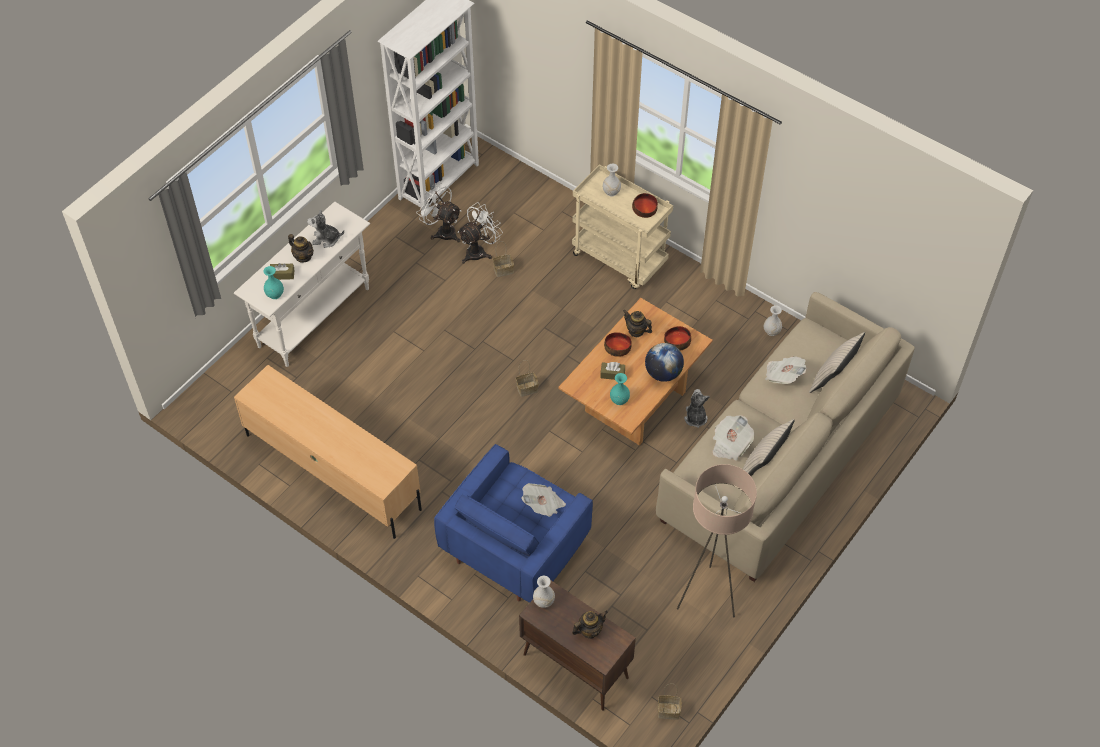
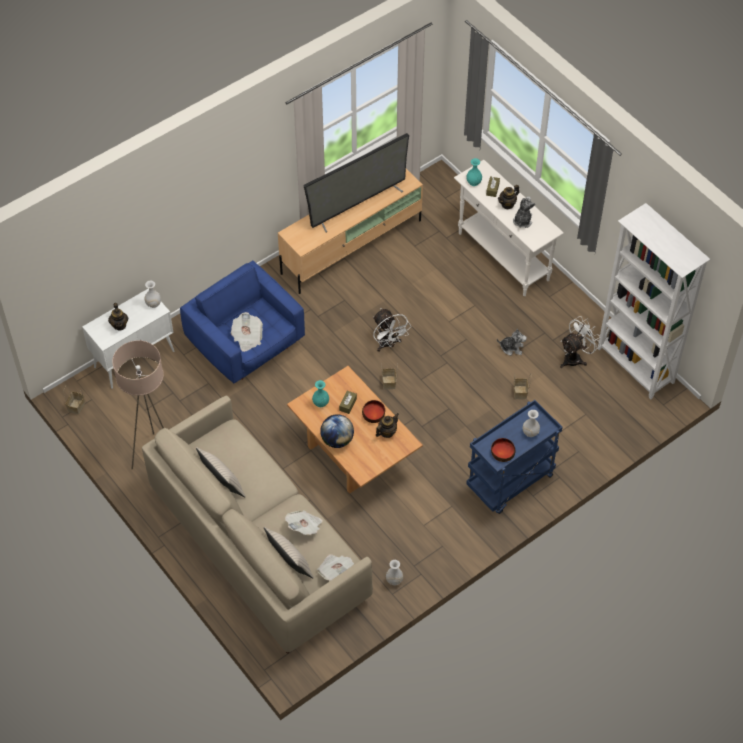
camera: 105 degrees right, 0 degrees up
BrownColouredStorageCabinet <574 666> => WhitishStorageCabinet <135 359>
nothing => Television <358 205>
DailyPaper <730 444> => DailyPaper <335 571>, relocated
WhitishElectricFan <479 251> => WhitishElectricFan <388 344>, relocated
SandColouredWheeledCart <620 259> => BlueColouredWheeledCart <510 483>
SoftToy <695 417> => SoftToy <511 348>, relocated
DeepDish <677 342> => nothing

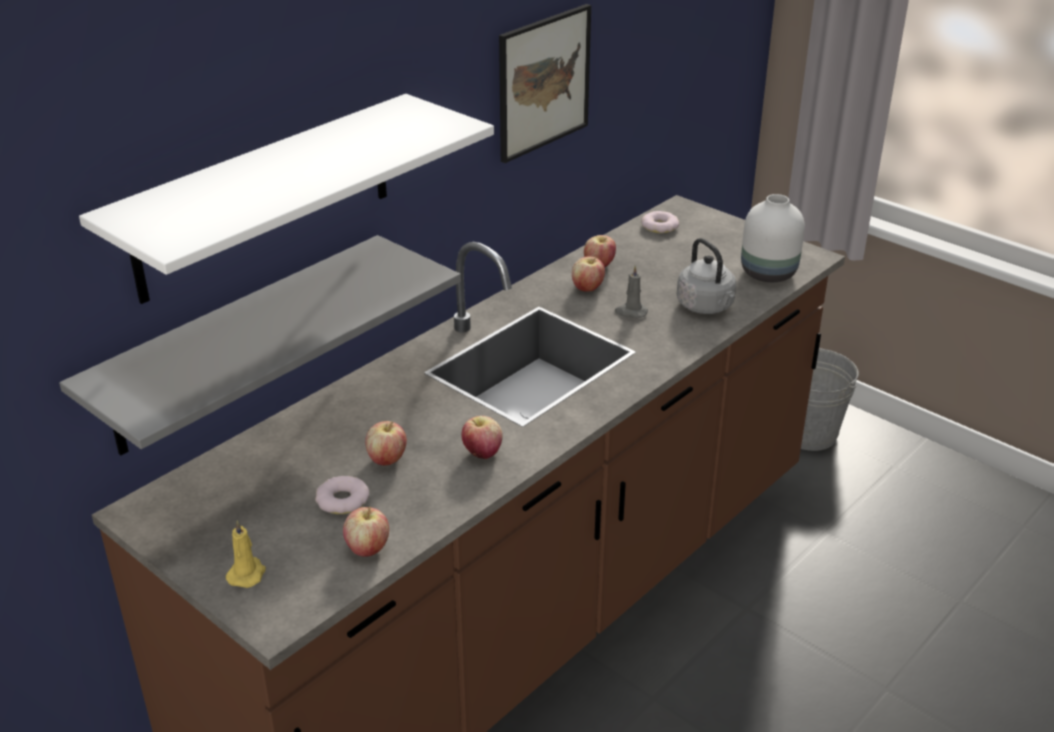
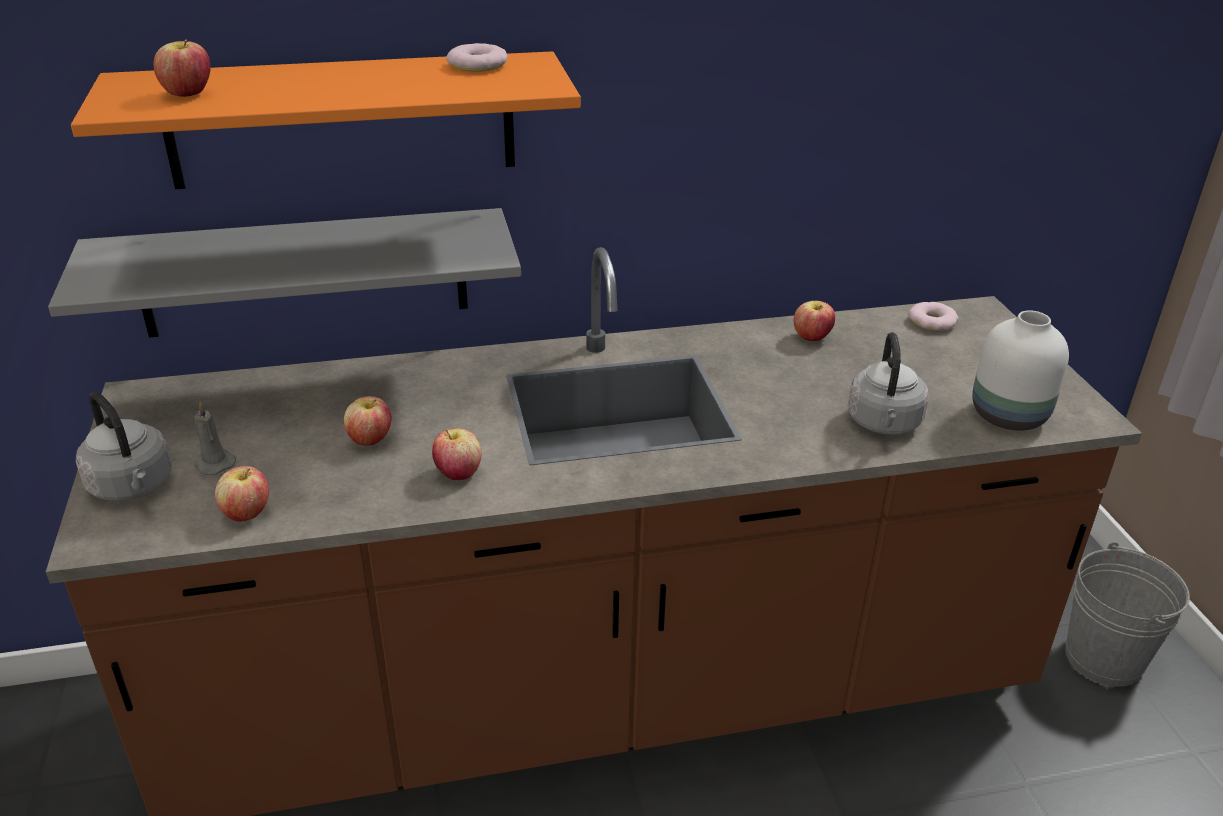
camera: 35 degrees right, 0 degrees up
WhitishShelf <265 197> => OrangeyShelf <342 120>
YellowColouredWaxLight <247 573> => GreyKettle <133 486>
AppleFruit <587 288> => AppleFruit <188 94>, relocated
GreyWaxLight <630 312> => GreyWaxLight <213 463>, relocated
Donut <342 500> => Donut <477 65>, relocated
WallArt <543 82> => nothing

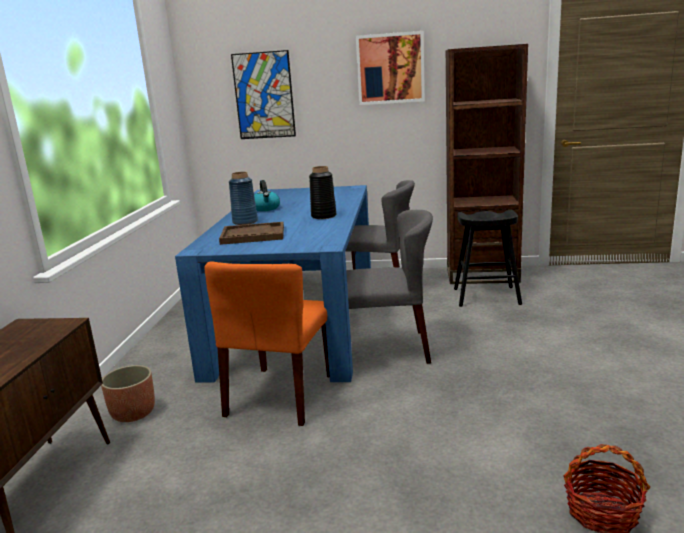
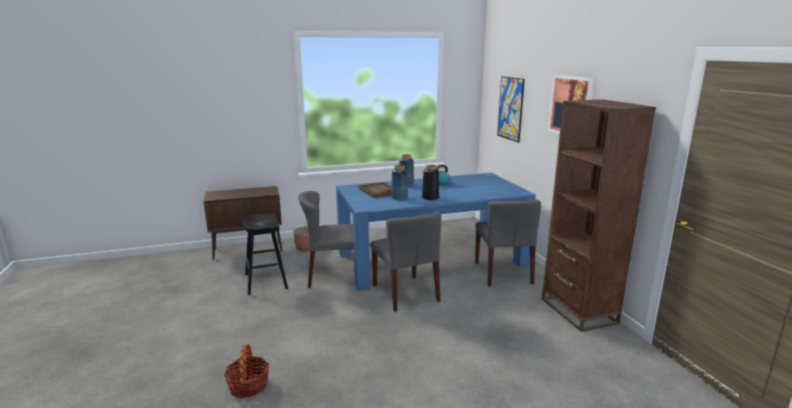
camera: 65 degrees right, 0 degrees up
BlackishStool <486 296> => BlackishStool <266 281>, relocated
OrangeyPlainChair <281 395> => GreyPlainChair <334 275>
nothing => BlueColouredVase <399 197>

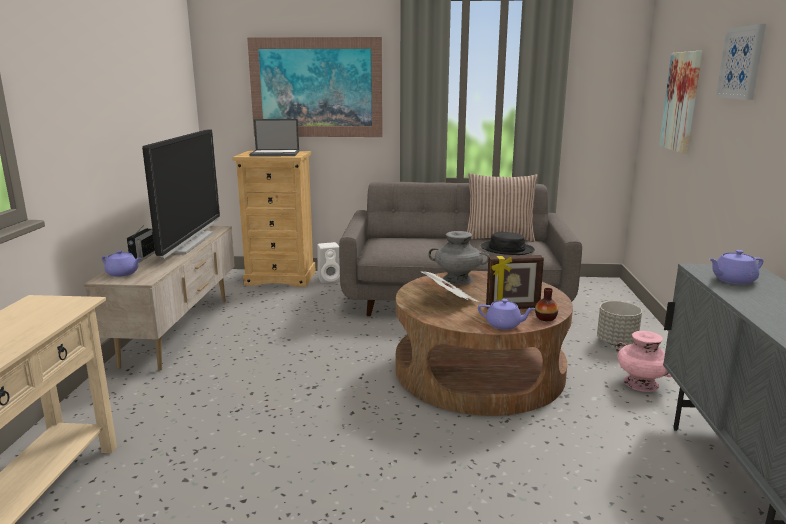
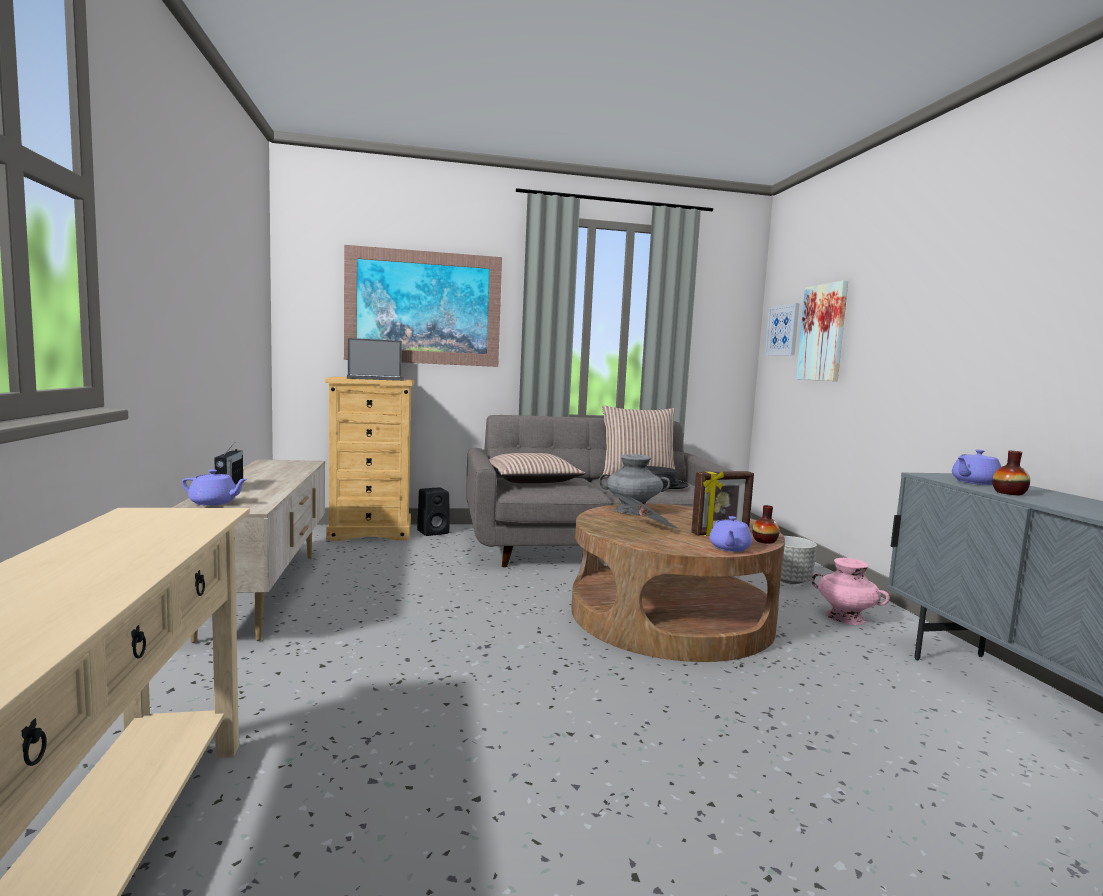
camera: 15 degrees left, 10 degrees down
WhitishSpeaker <330 279> => BlackishSpeaker <434 532>
nothing => Pillow <531 480>
PurplishTeaPot <504 325> => PurplishTeaPot <729 548>, 105 degrees clockwise
WallArt <741 63> => WallArt <783 330>, relocated
nothing => Vase <1009 493>
Television <188 242> => nothing

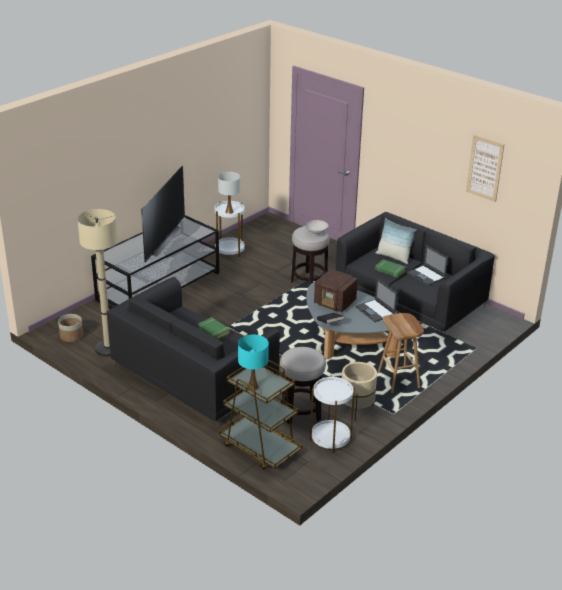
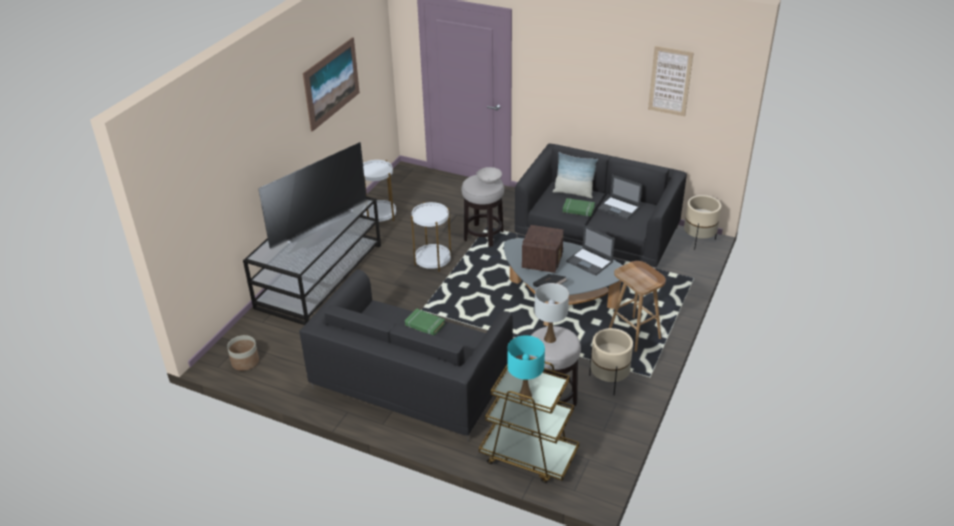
camera: 15 degrees left, 5 degrees up
Television <161 240> => Television <317 223>, 45 degrees clockwise
nothing => WallArt <331 83>
WhitishEndTable <330 439> => WhitishEndTable <433 261>, relocated
RadioSet <335 303> => RadioSet <542 261>, 90 degrees counterclockwise
WhitishLampForATable <229 212> => WhitishLampForATable <550 339>, relocated
nothing => SandColouredPlanter <698 240>
SandColouredStandardLamp <108 349> => nothing

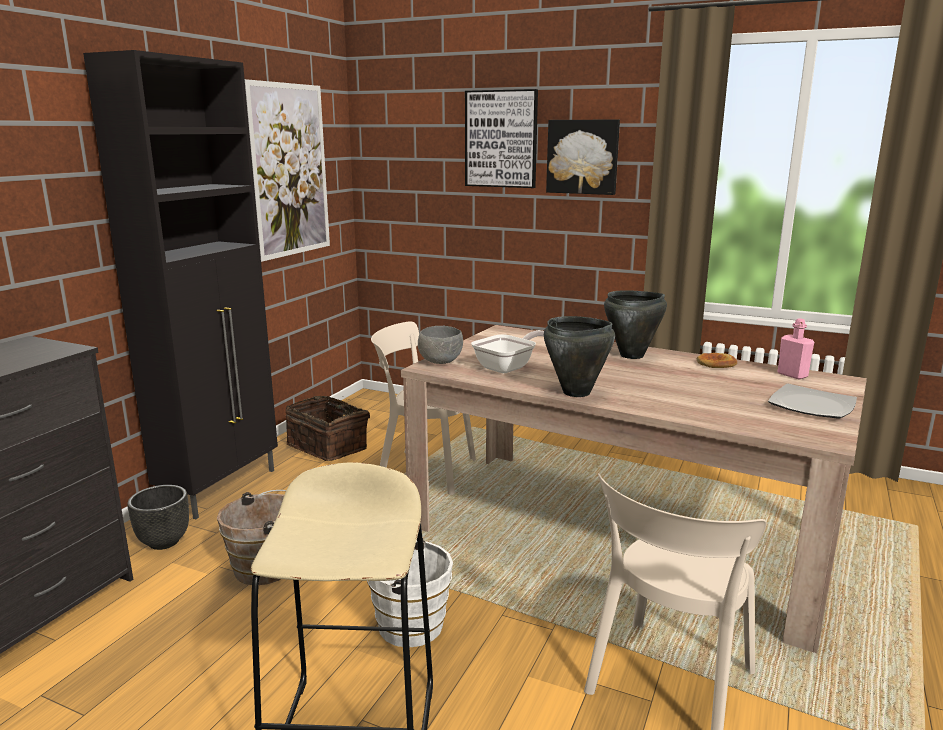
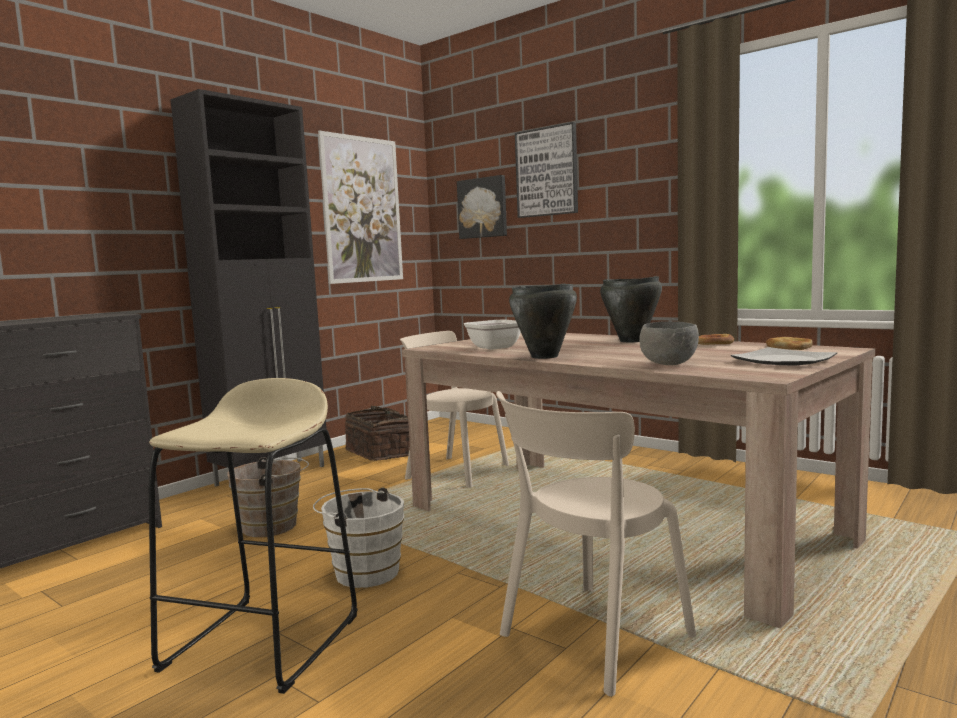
camera: 15 degrees right, 10 degrees down
WallArt <583 157> => WallArt <483 208>, relocated
GreyDeepDish <441 362> => GreyDeepDish <670 364>, relocated
PinkColouredDrinkBottle <792 375> => BakeryBread <789 347>
BlackishPlanter <164 542> => nothing

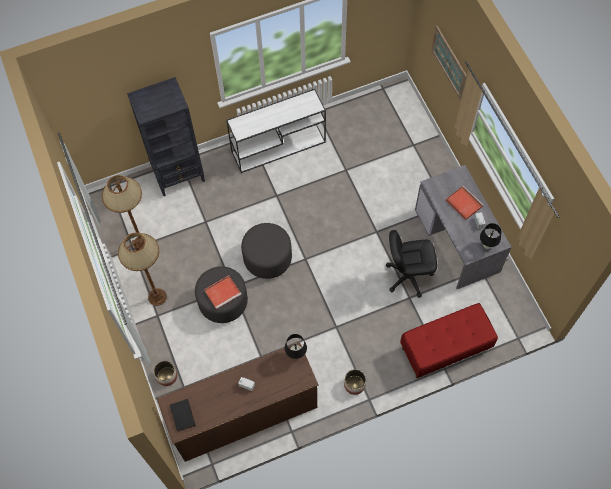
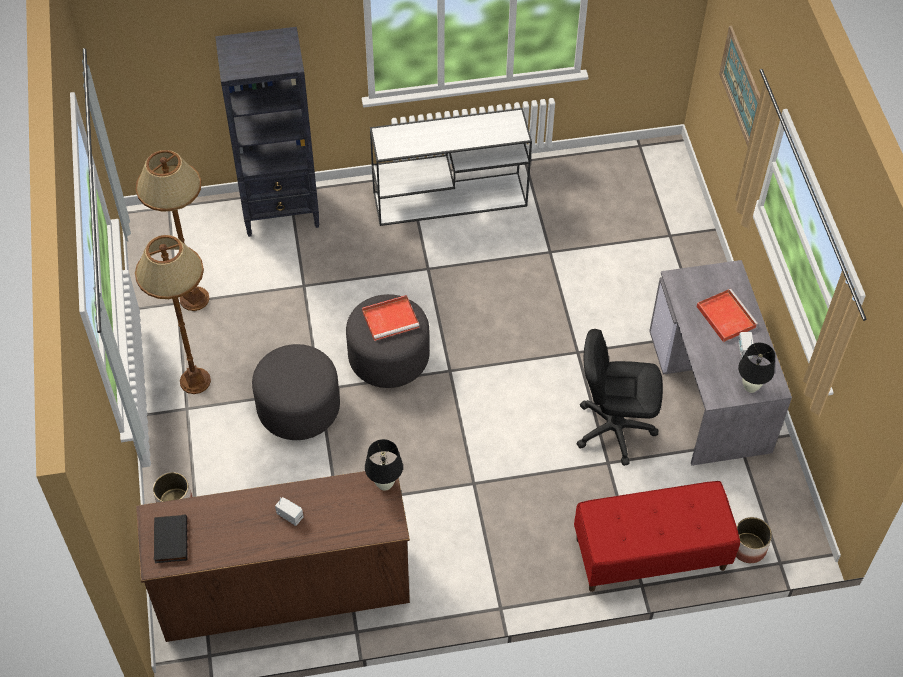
camera: 10 degrees right, 10 degrees down
RedColouredCarryingTray <223 292> => RedColouredCarryingTray <391 319>, relocated
Planter <354 385> => Planter <748 548>, relocated

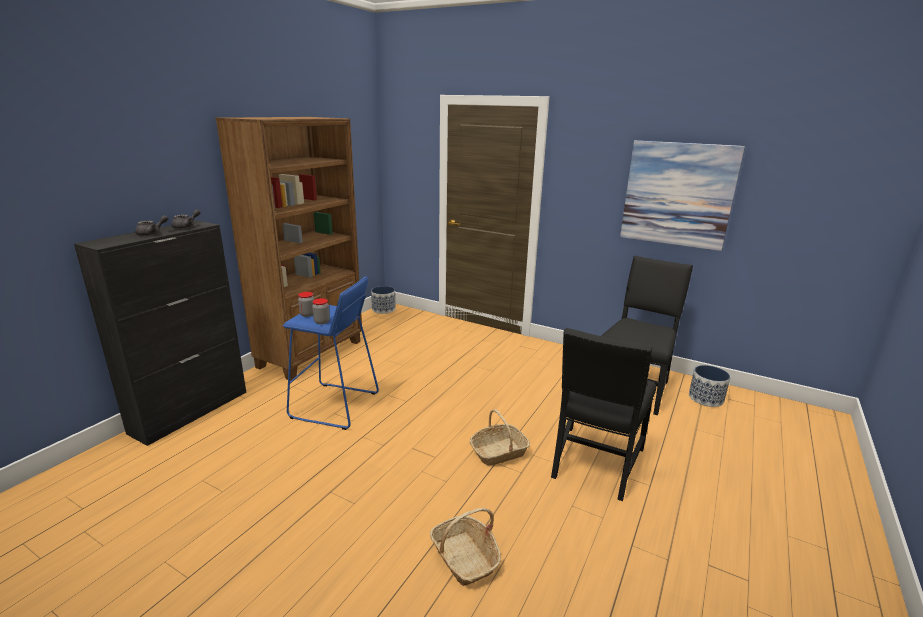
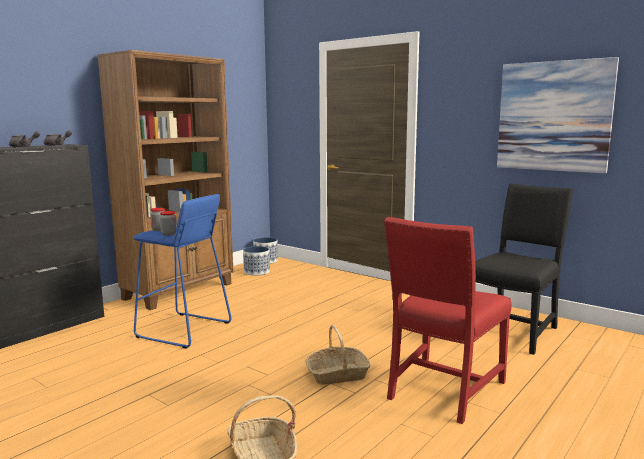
camera: 10 degrees right, 10 degrees down
Planter <706 398> => Planter <257 272>, relocated
BlackishPlainChair <595 463> => RedColouredPlainChair <442 390>

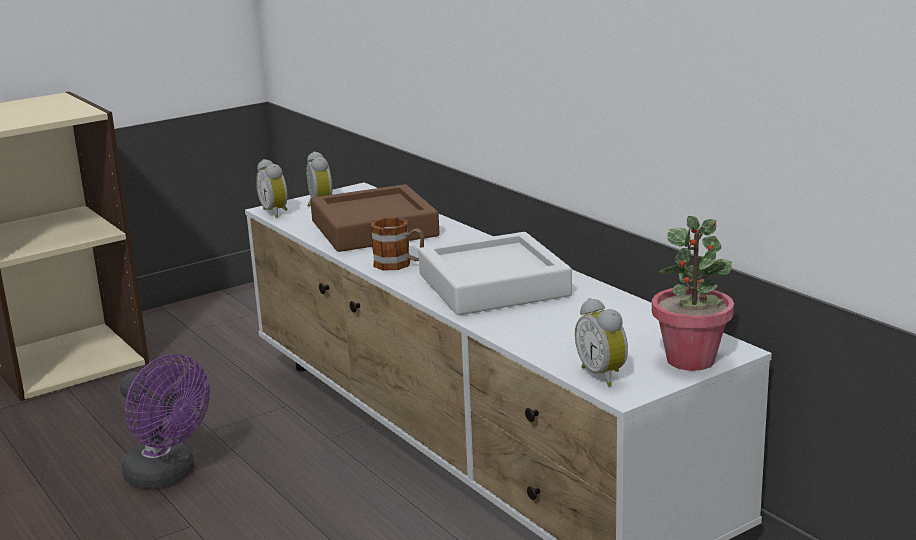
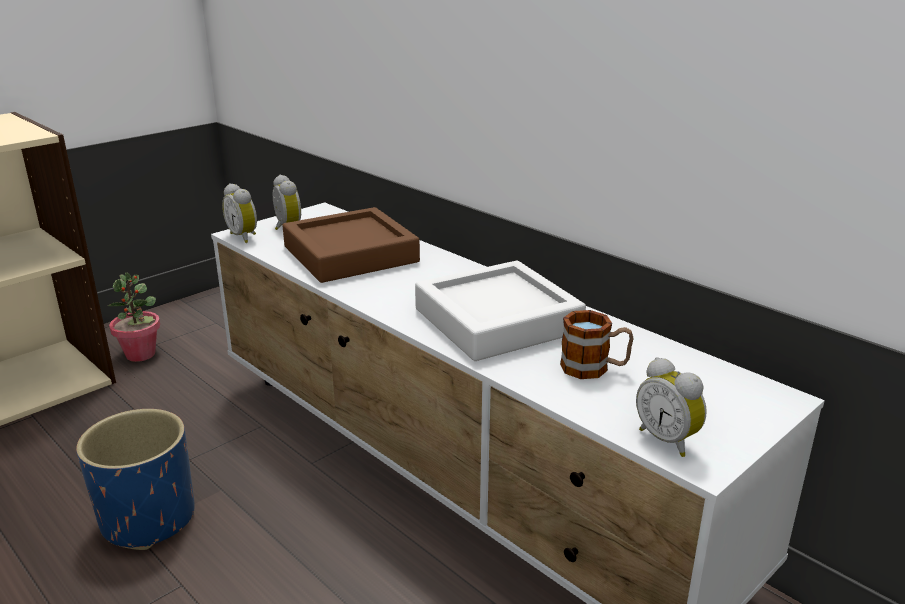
camera: 10 degrees left, 5 degrees up
PurplishElectricFan <167 475> => BlueColouredPlanter <148 519>
PlantInAPot <691 360> => PlantInAPot <141 354>, relocated
CoffeeMug <399 264> => CoffeeMug <594 368>, relocated

